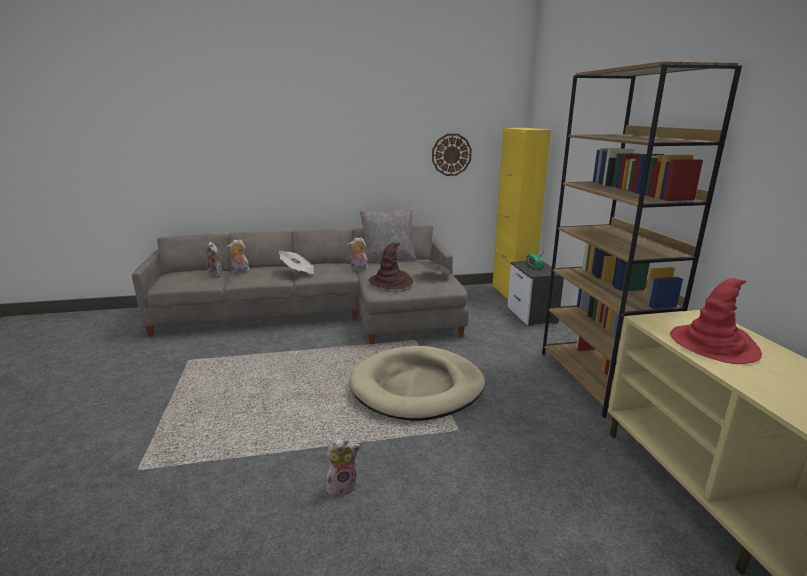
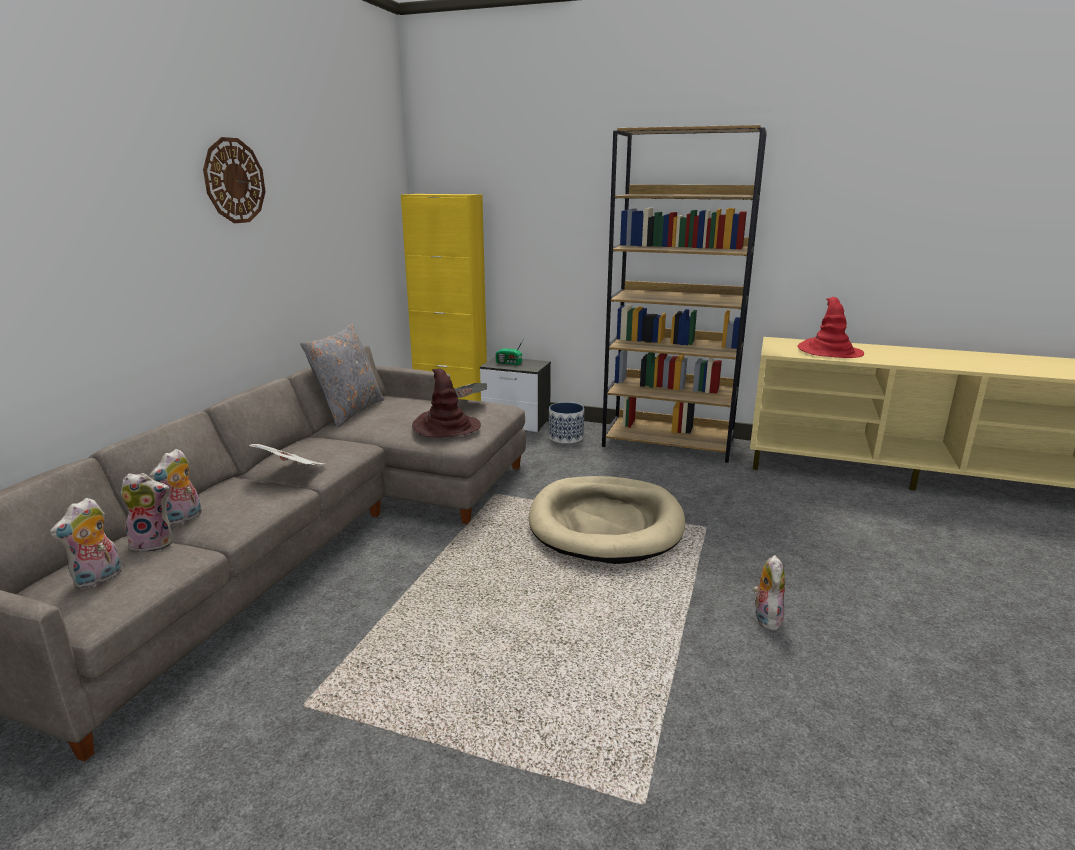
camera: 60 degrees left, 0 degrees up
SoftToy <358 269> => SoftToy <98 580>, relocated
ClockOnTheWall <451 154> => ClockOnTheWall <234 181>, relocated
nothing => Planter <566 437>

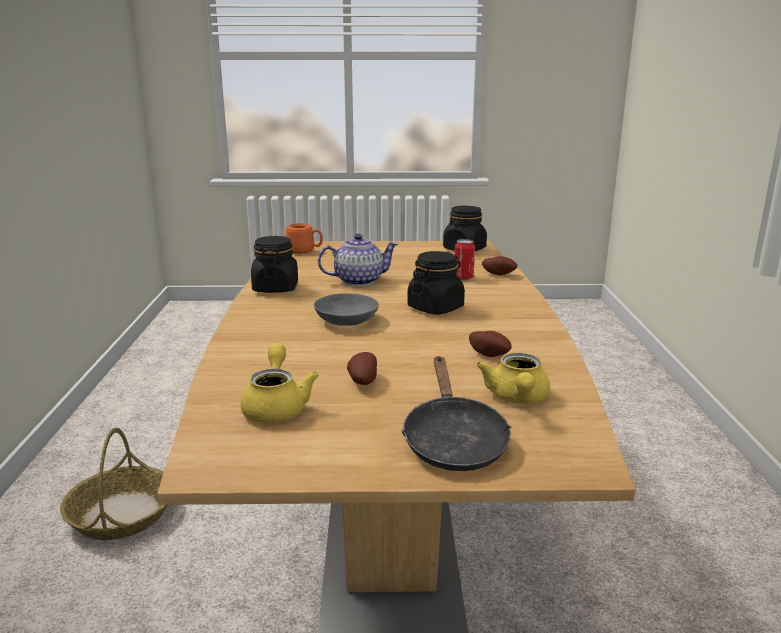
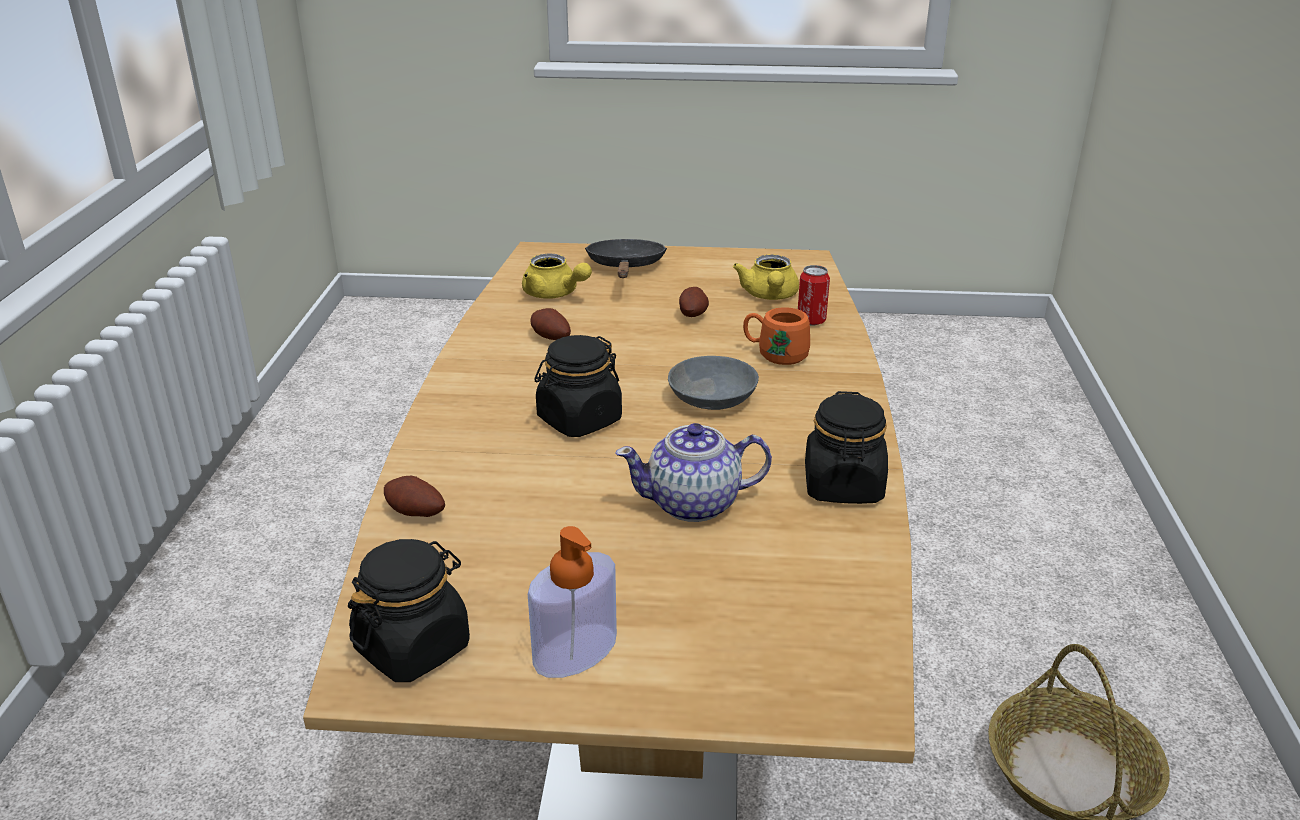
camera: 175 degrees left, 10 degrees up
YellowColouredTeaPot <517 398> => YellowColouredTeaPot <555 294>, 120 degrees clockwise
nothing => LiquidSoapBottle <575 651>
OrangeyCoffeeMug <305 251> => OrangeyCoffeeMug <775 354>, relocated
Can <463 278> => Can <811 321>, relocated

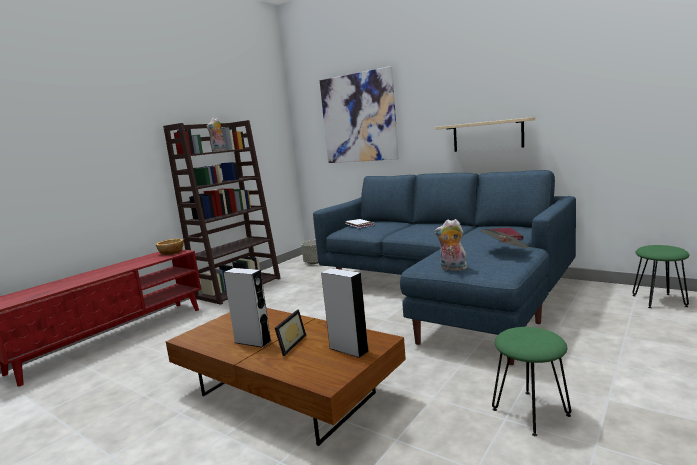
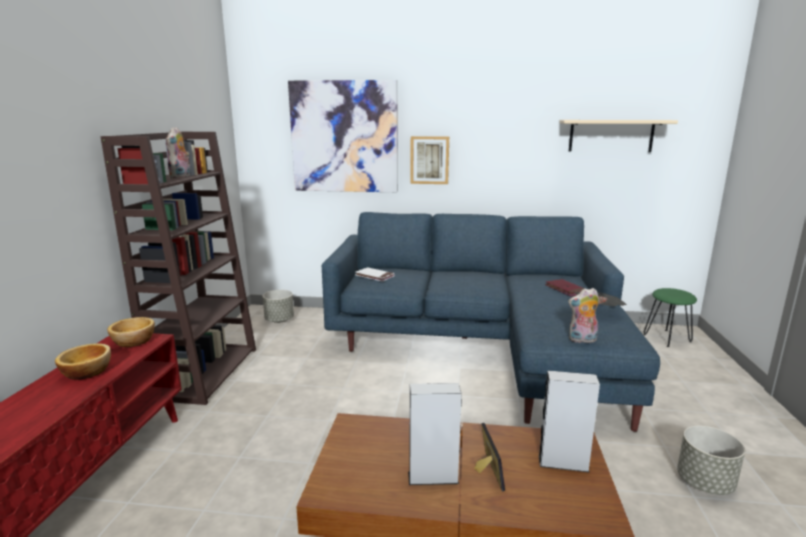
camera: 30 degrees left, 5 degrees up
nothing => DeepDish <87 371>
nothing => WallArt <429 160>
SandColouredShelf <487 135> => SandColouredShelf <611 136>, relocated
GreenishStool <531 412> => GreyPlanter <705 483>

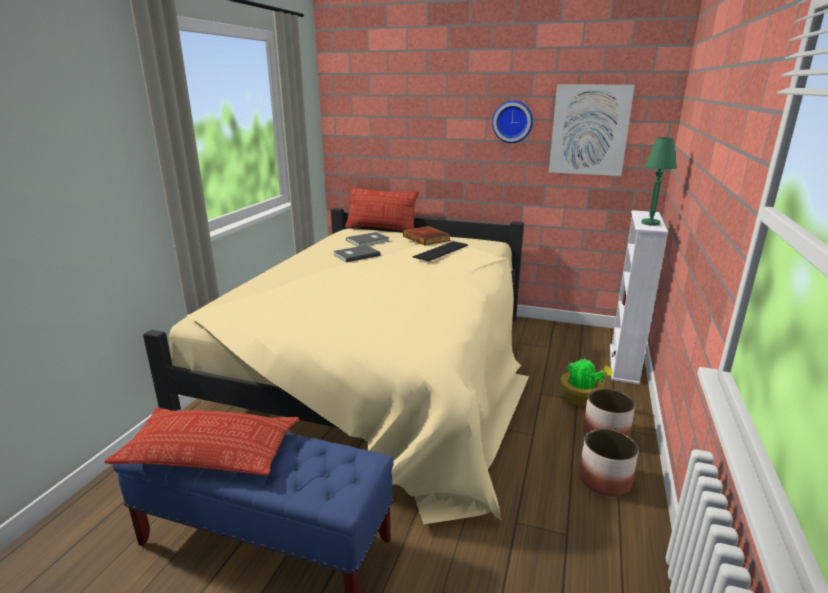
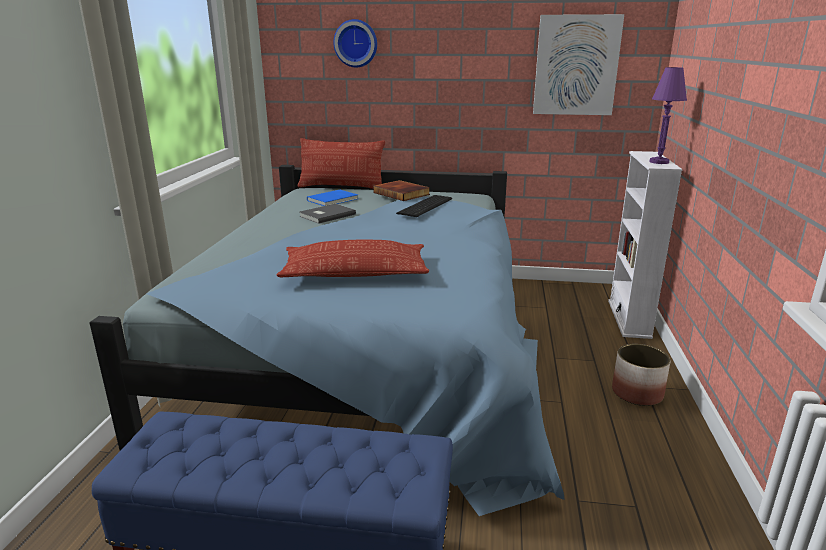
camera: 10 degrees left, 0 degrees up
SandColouredSleepingBed <383 372> => BlueColouredSleepingBed <371 350>
Pillow <209 450> => Pillow <354 271>, relocated
GreyVolume <368 241> => BlueColouredVolume <334 200>
ClockOnTheWall <512 121> => ClockOnTheWall <356 43>, relocated
GreenishLampForATable <650 223> => PurplishLampForATable <659 162>
PlantInAPot <581 400> => nothing
Planter <605 480> => nothing

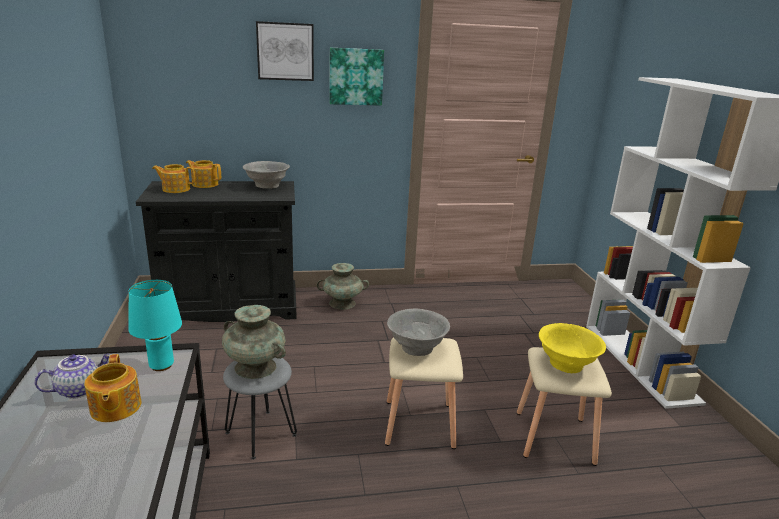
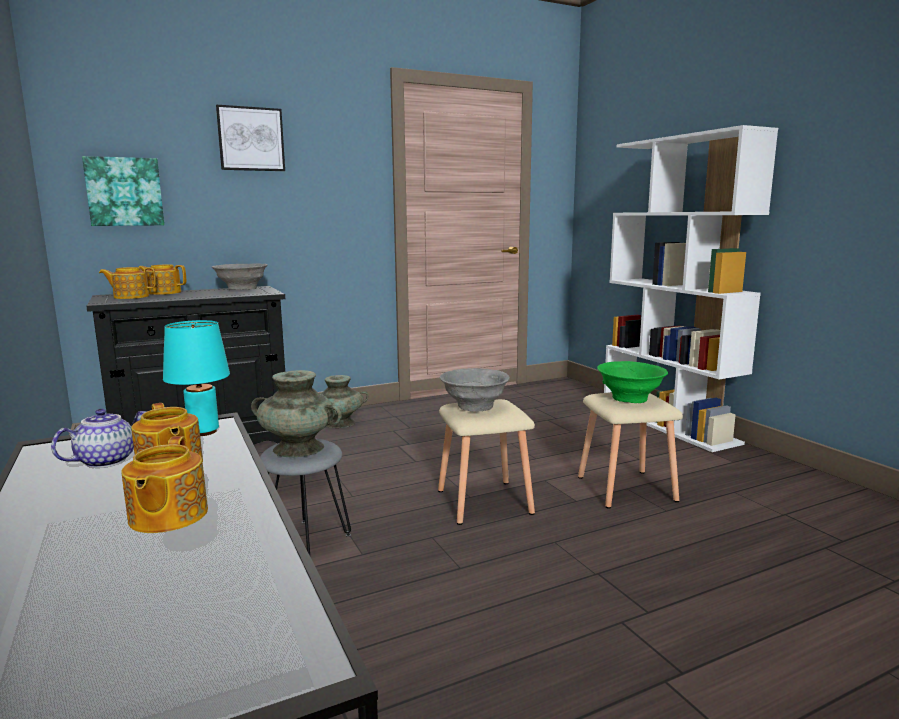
camera: 15 degrees left, 10 degrees down
WallArt <356 76> => WallArt <124 192>, relocated
nothing => TeaPot <167 516>
YellowColouredDeepDish <567 364> => GreenishDeepDish <630 398>

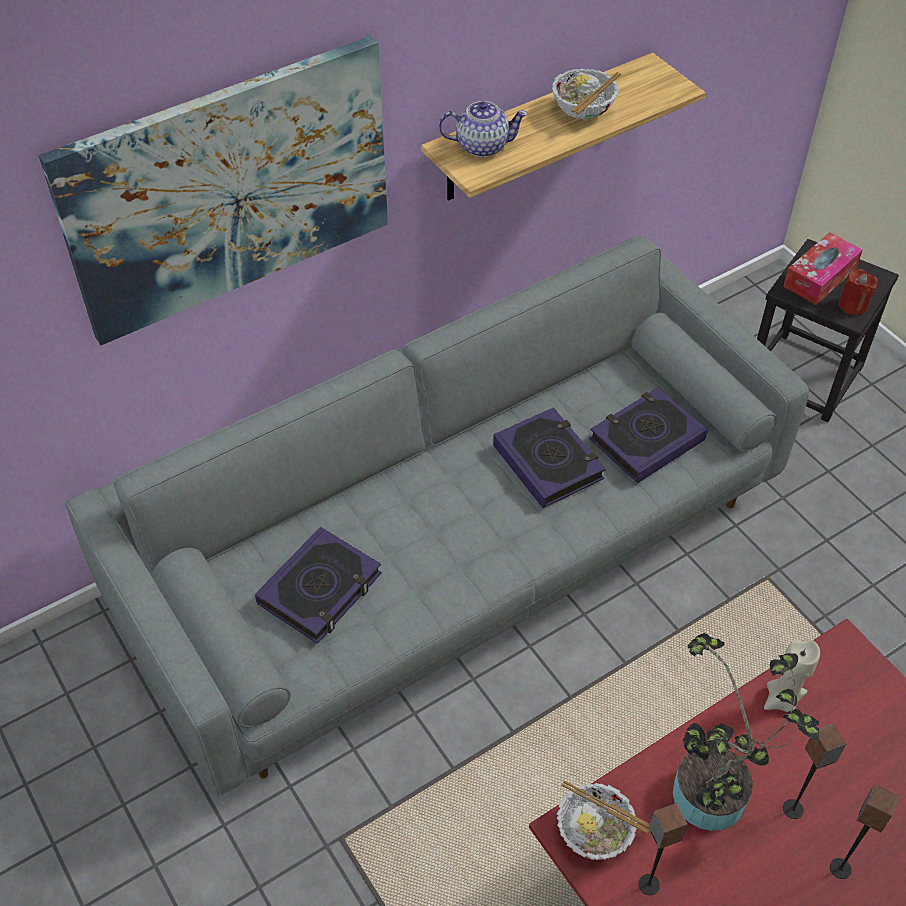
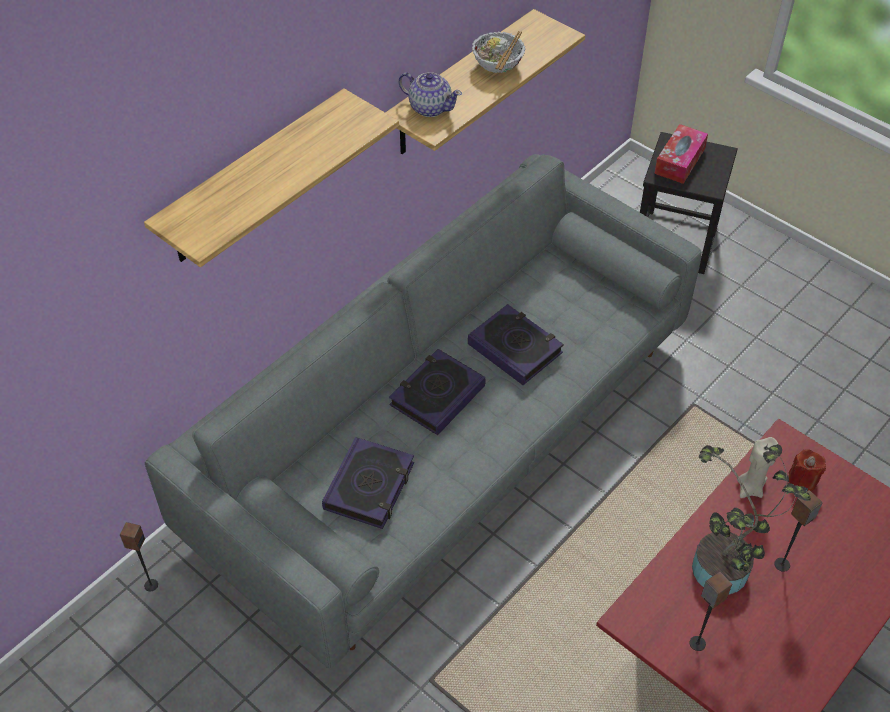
camera: 15 degrees left, 0 degrees up
Speaker <839 868> => Speaker <151 585>, relocated
WallArt <229 189> => Shelf <253 179>
Volume <646 439> => Volume <437 395>, relocated
TeaPot <481 146> => TeaPot <430 107>, 45 degrees clockwise
RedColouredWaxLight <853 305> => RedColouredWaxLight <802 481>, relocated
DeepDish <594 832> => nothing

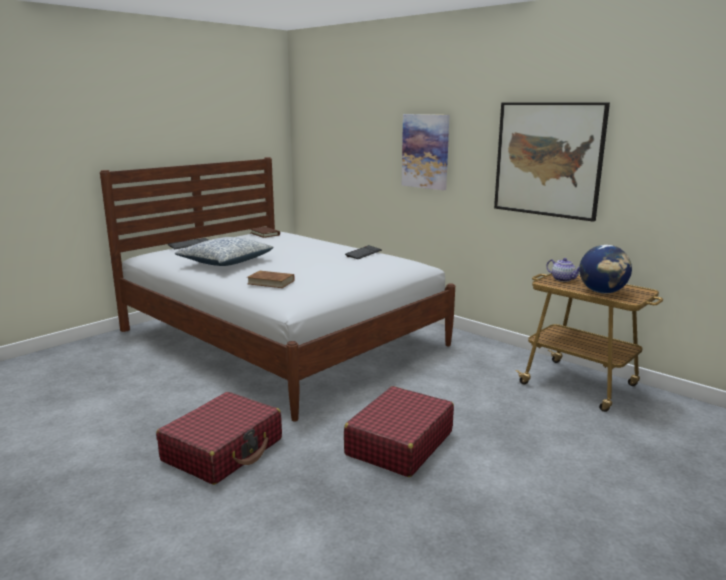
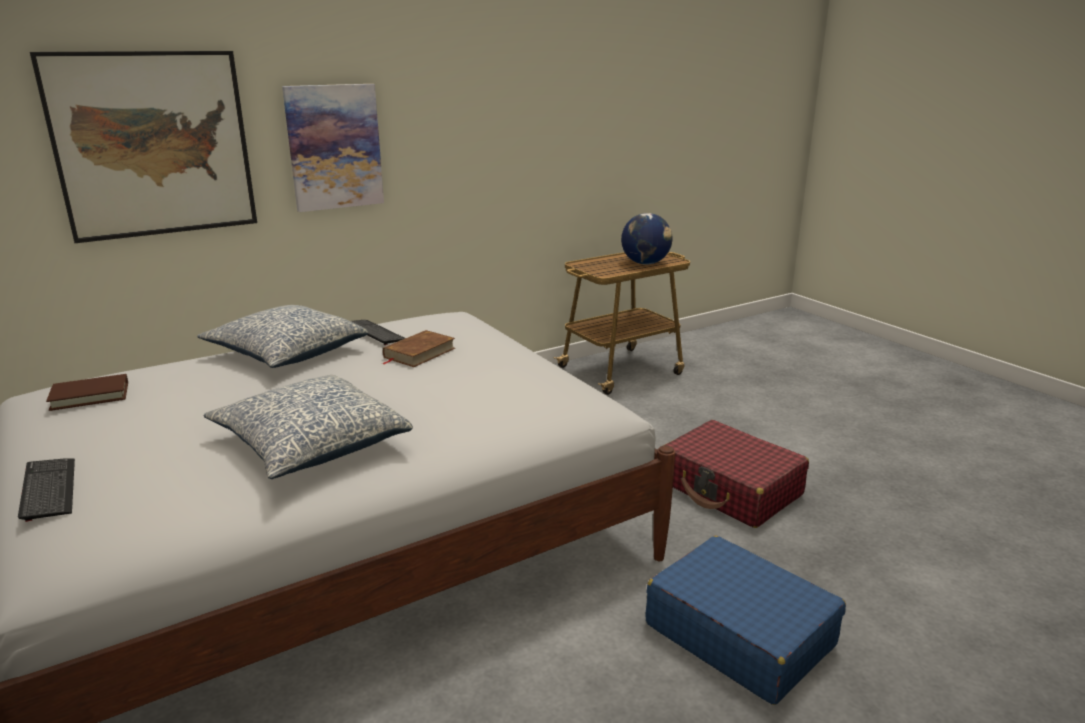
camera: 75 degrees left, 5 degrees up
WallArt <548 159> => WallArt <153 145>, relocated
nothing => Pillow <286 353>
BrownColouredVolume <270 282> => BrownColouredVolume <419 353>, relocated
RedColouredPieceOfLuggage <223 450> => BlueColouredPieceOfLuggage <739 634>
TeaPot <563 279> => nothing

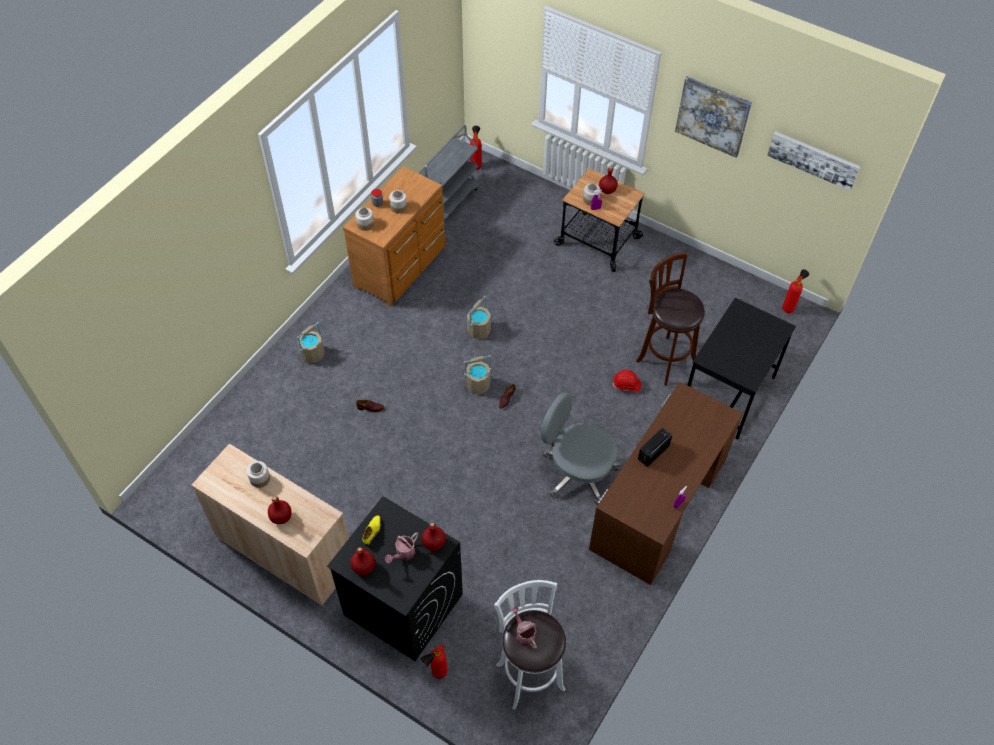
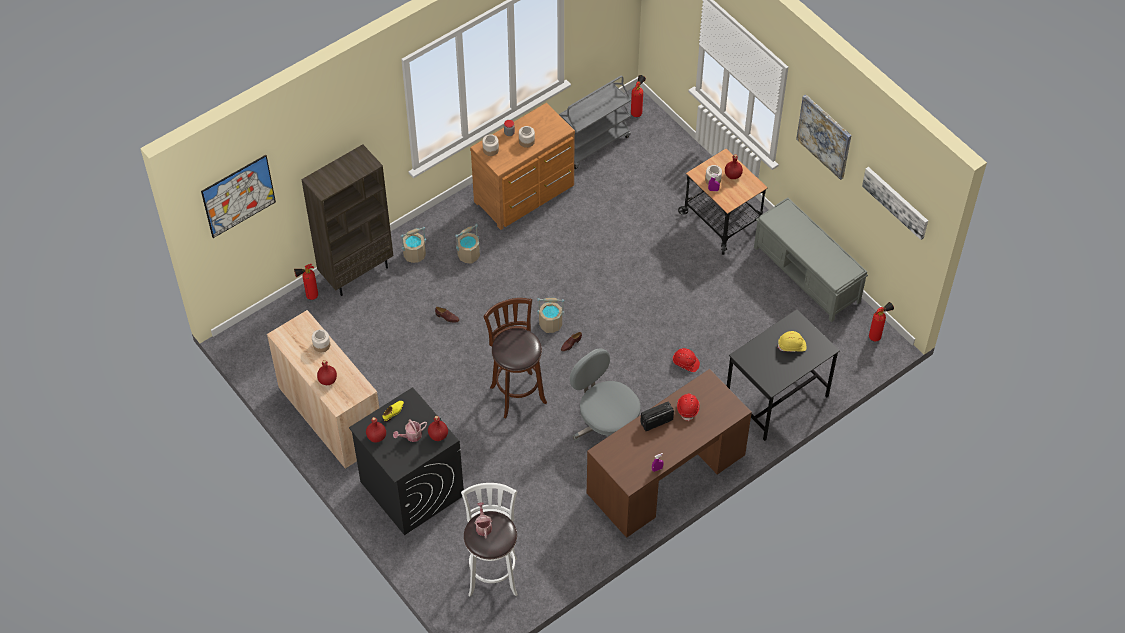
camera: 20 degrees right, 0 degrees up
nothing => WallArt <238 196>
FireFightingCylinder <436 674> => FireFightingCylinder <309 296>, relocated
nothing => BrownColouredBookcase <357 272>
SandColouredWaterBucket <479 330> => SandColouredWaterBucket <469 254>, relocated
BrownColouredStool <663 358> => BrownColouredStool <517 392>, relocated
nothing => RedColouredWorkHelmet <688 408>
nothing => GreyLongSeat <807 275>
nothing => YellowColouredWorkHelmet <792 346>

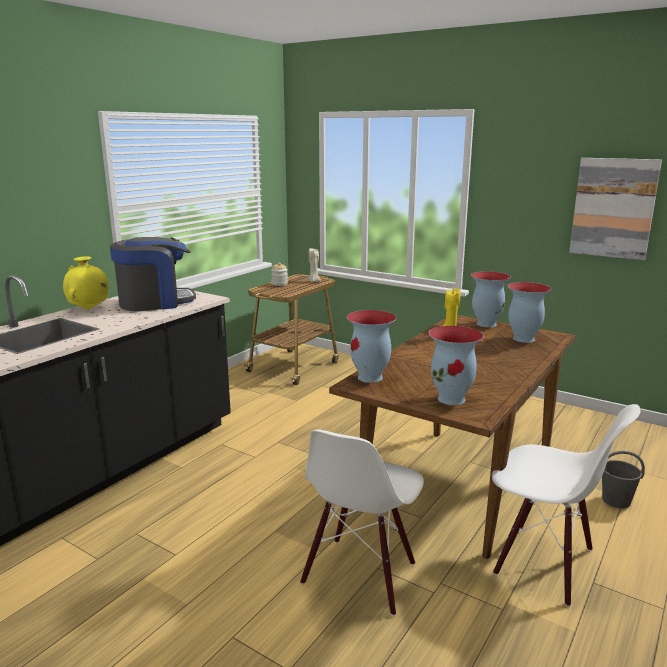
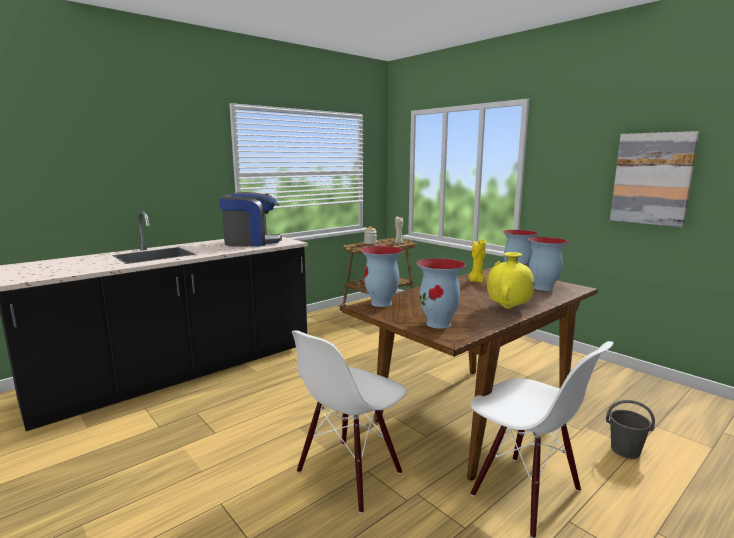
camera: 15 degrees right, 5 degrees down
YellowColouredVase <89 309> => YellowColouredVase <508 308>, relocated

